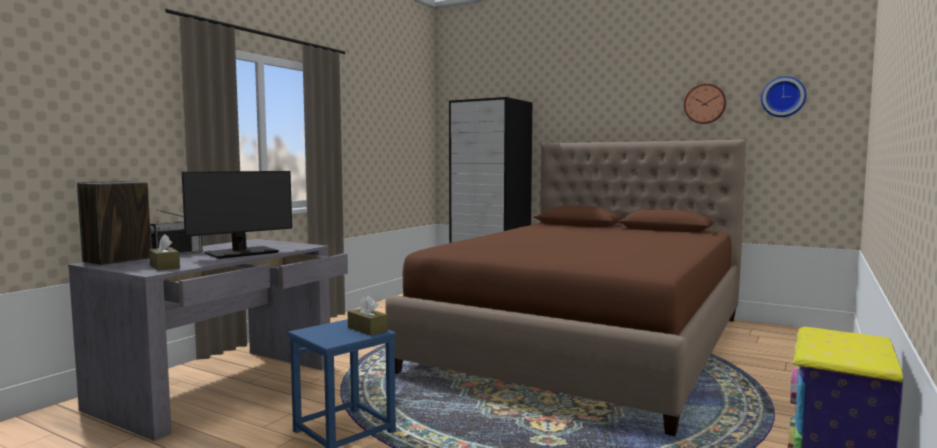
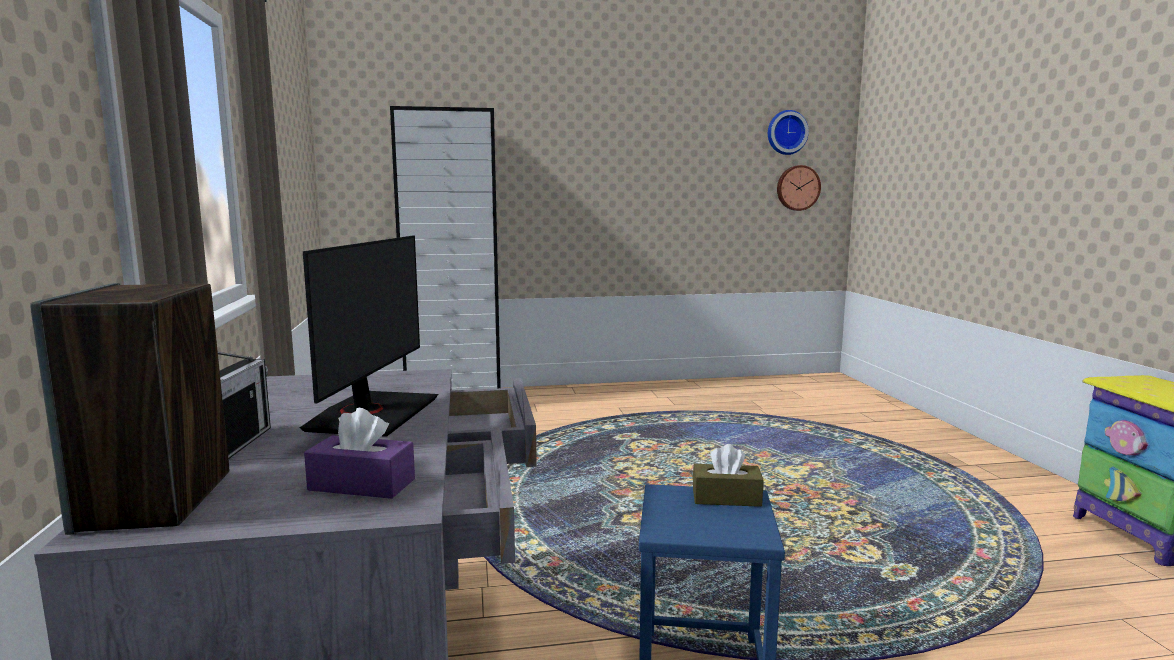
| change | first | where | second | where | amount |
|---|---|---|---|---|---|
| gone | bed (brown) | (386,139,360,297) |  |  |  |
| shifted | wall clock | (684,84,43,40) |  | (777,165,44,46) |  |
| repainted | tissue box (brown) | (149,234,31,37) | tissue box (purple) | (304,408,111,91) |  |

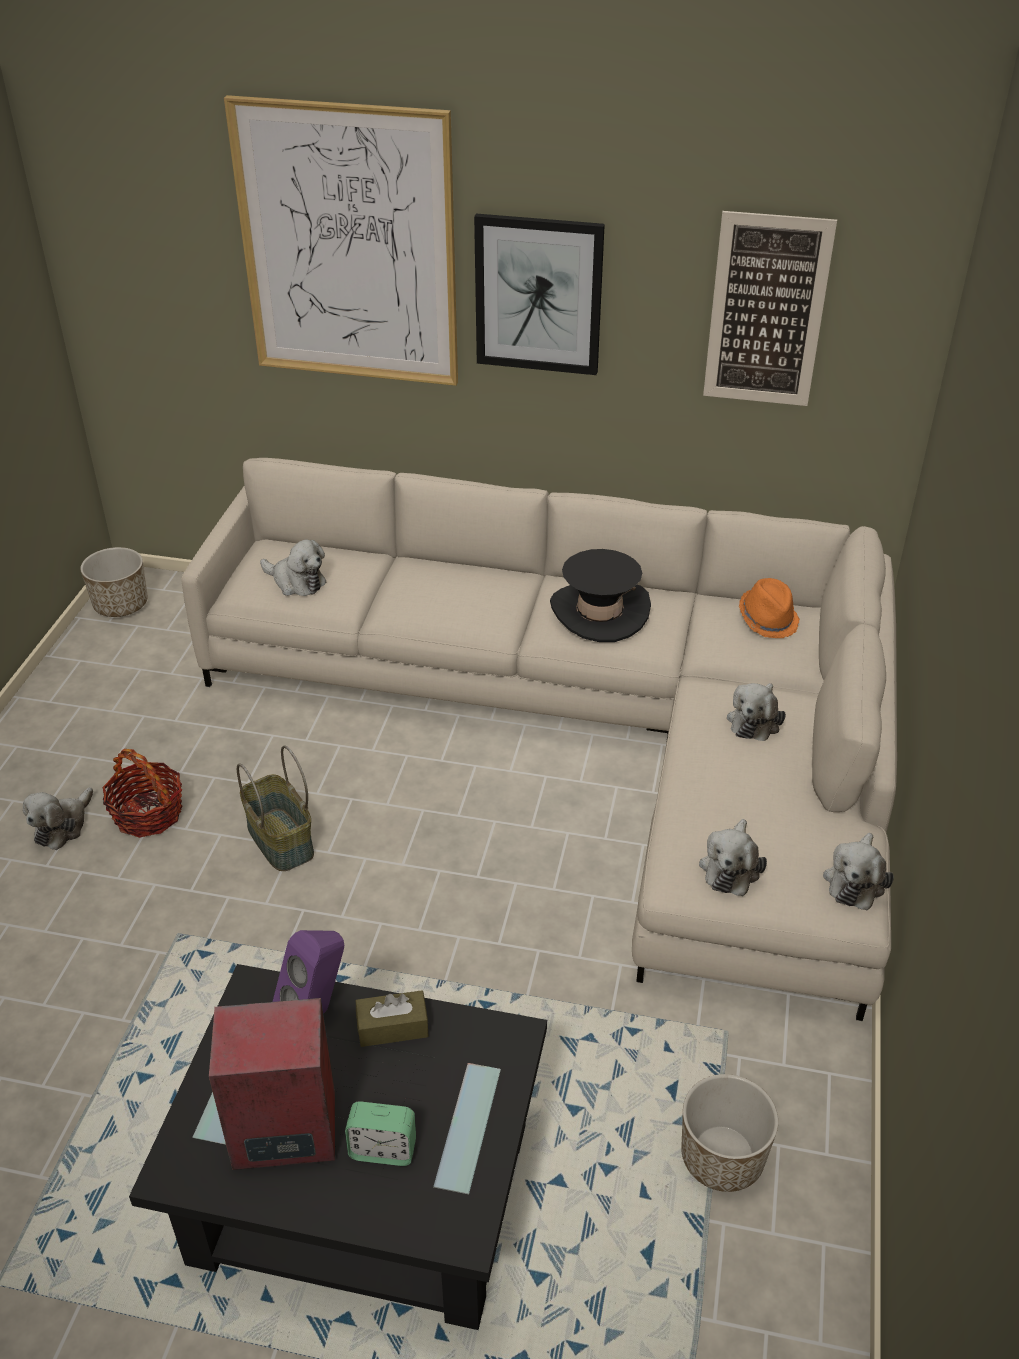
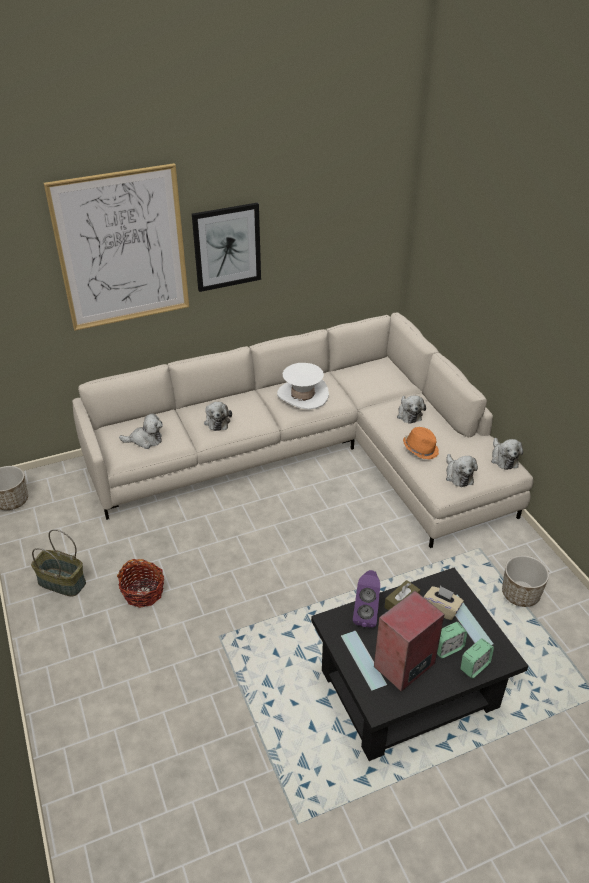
| change | first | where | second | where | amount |
|---|---|---|---|---|---|
| gone | picture | (703,211,134,195) |  |  |  |
| new |  |  | tissue box (beige) | (424,586,40,34) |  |
| new |  |  | alarm clock | (460,638,34,41) |  |
| shifted | plush toy | (23,787,70,63) |  | (204,402,28,29) |  |
| shifted | basket | (237,745,77,126) |  | (31,529,55,67) |  |
| shifted | hat (orange) | (739,578,61,60) |  | (403,427,36,33) |  |
| repainted | hat (black) | (550,549,101,93) | hat (white) | (277,363,52,47) |  |

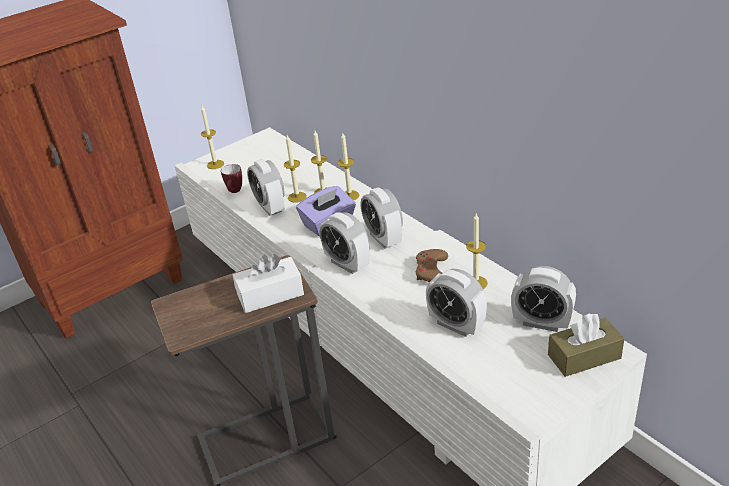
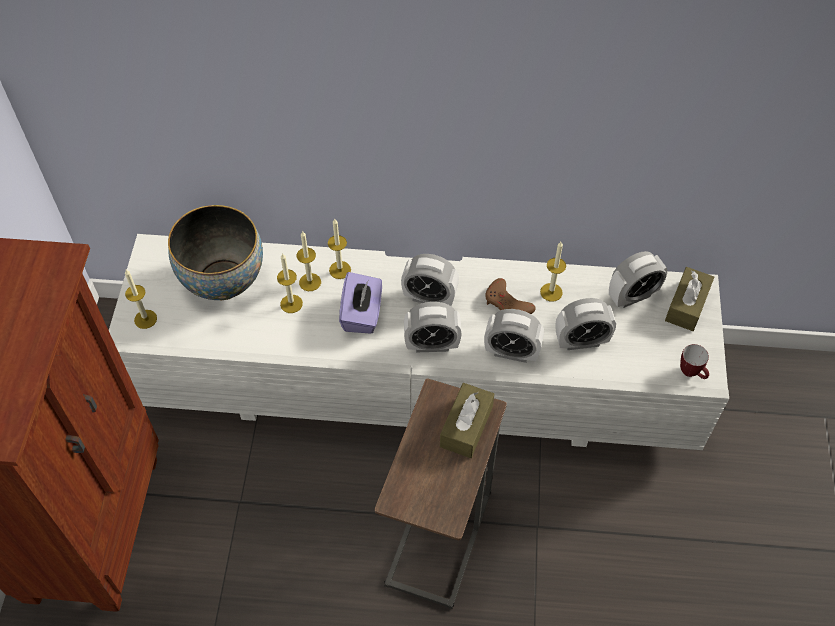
| change | first | where | second | where | amount |
|---|---|---|---|---|---|
| new |  |  | bowl | (168,205,95,95) |  |
| shifted | mug | (221,164,21,29) |  | (680,344,29,35) |  |
| shifted | alarm clock | (247,159,38,57) |  | (484,309,60,54) |  |
| repainted | tissue box (white) | (233,254,71,59) | tissue box (brown) | (440,383,54,75) |  |

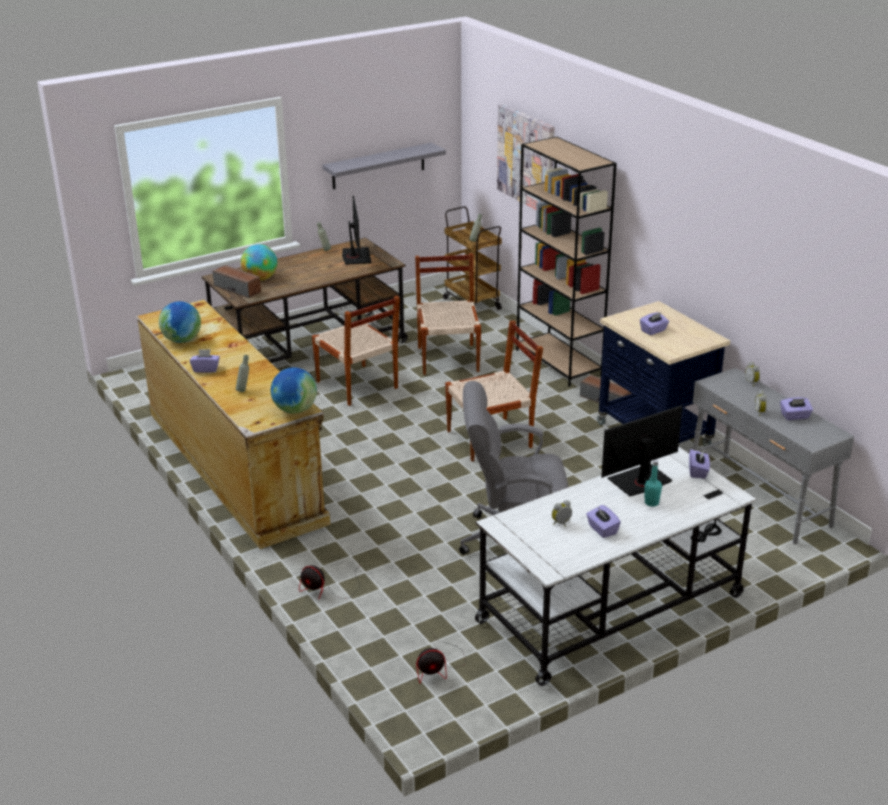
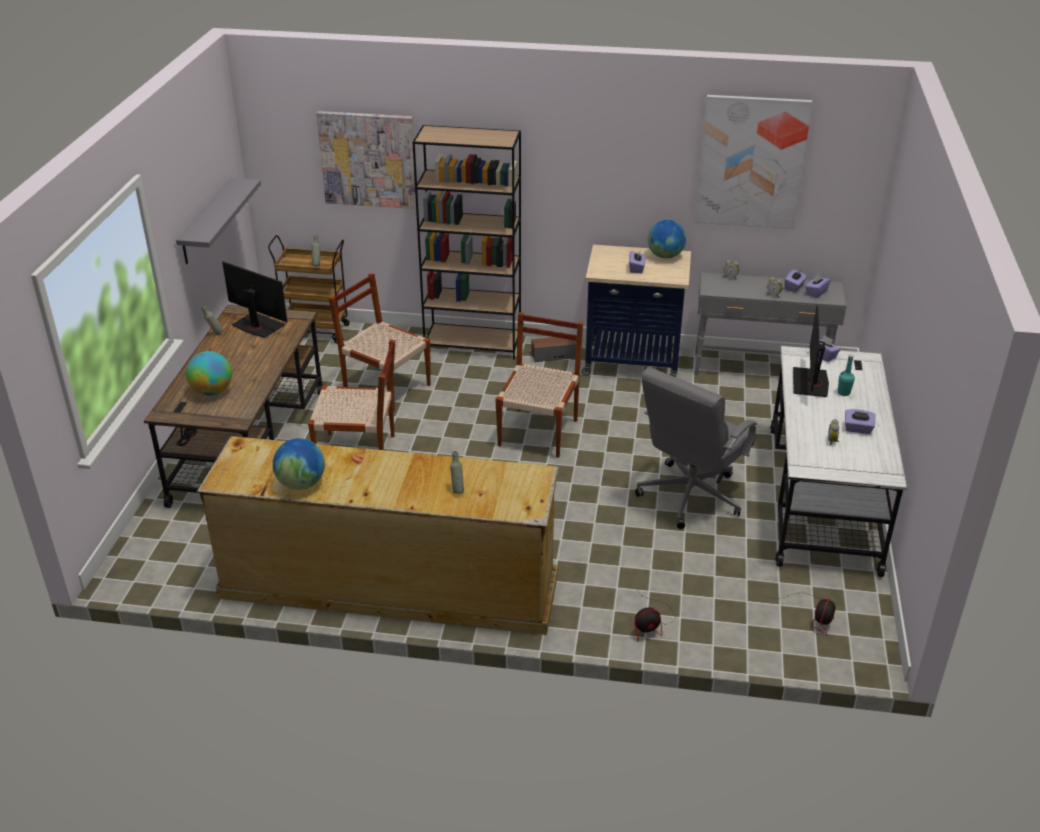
| change | first | where | second | where | amount |
|---|---|---|---|---|---|
| gone | speaker | (213,265,48,33) |  |  |  |
| new |  |  | picture | (695,95,117,134) |  |
| shifted | tissue box (purple) | (190,349,30,23) |  | (805,273,26,25) |  |
| shifted | globe | (271,367,46,46) |  | (648,220,38,39) |  |

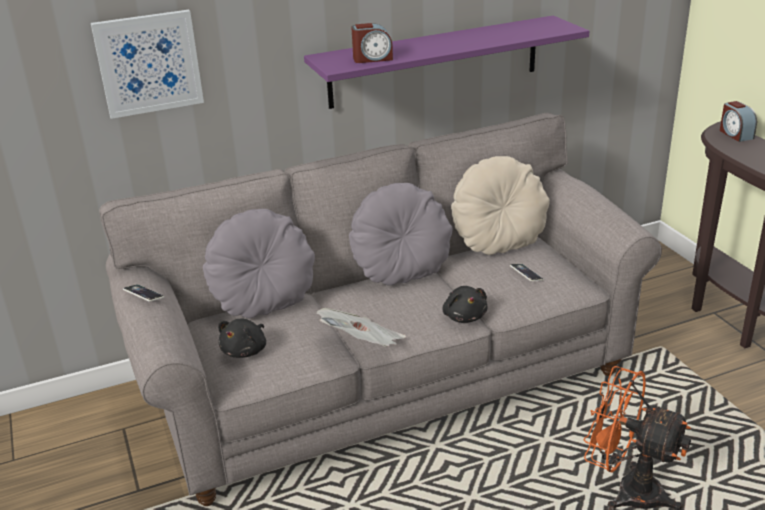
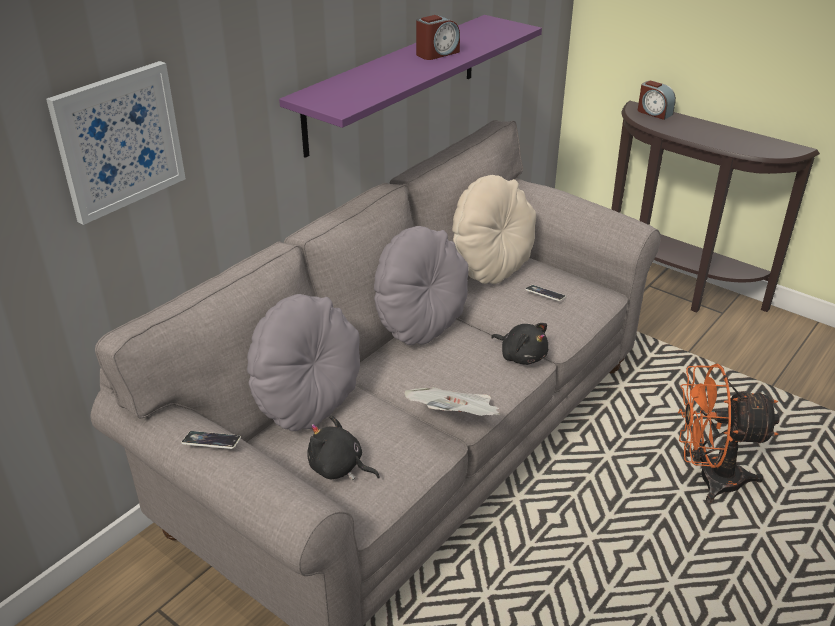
| change | first | where | second | where | amount |
|---|---|---|---|---|---|
| shifted | alarm clock | (351,23,42,40) |  | (416,15,44,45) |  |
| rotated | plush toy (black) | (218,319,48,39) |  | (307,415,73,65) | 120 degrees clockwise |

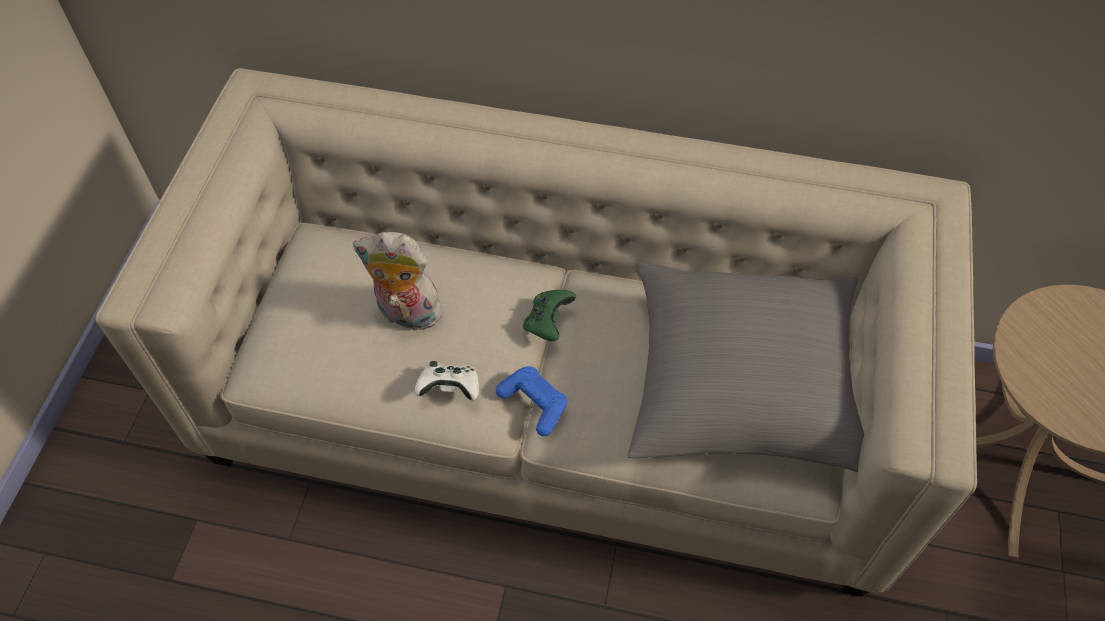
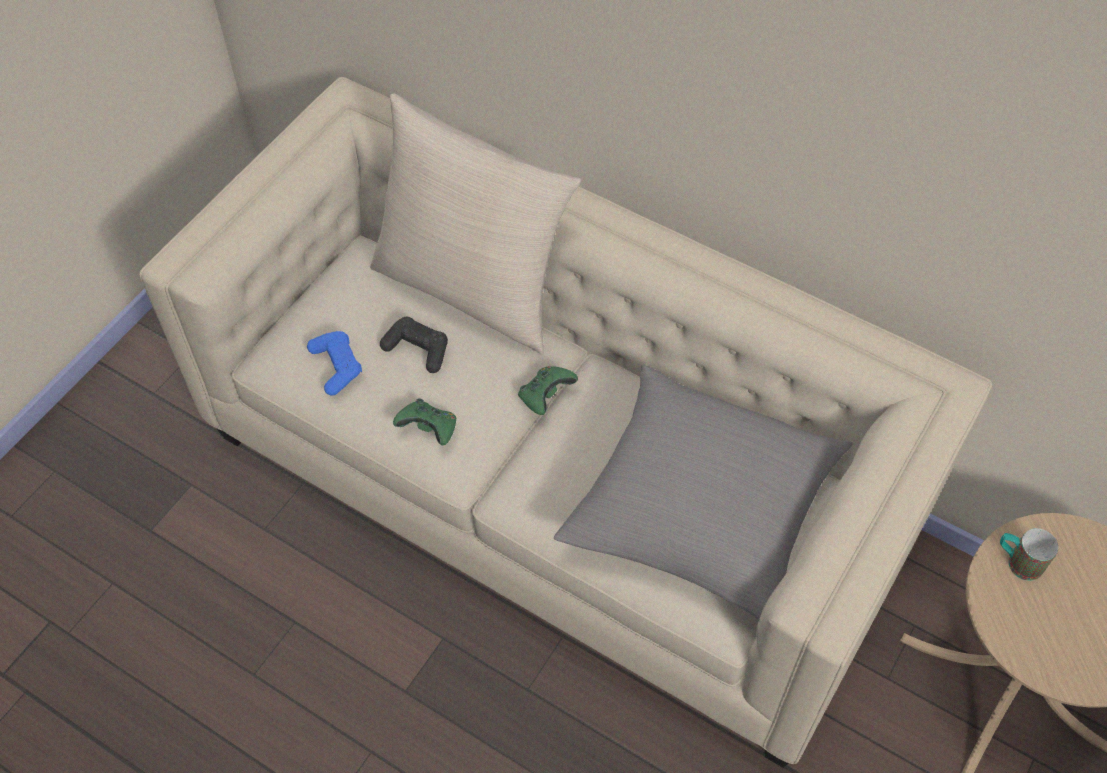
| change | first | where | second | where | amount |
|---|---|---|---|---|---|
| new |  |  | pillow (beige) | (370,93,211,262) |  |
| new |  |  | mug | (1000,528,58,53) |  |
| shifted | game controller (blue) | (496,366,71,70) |  | (307,331,55,64) |  |
| swapped | plush toy | (353,232,93,98) | game controller (black) | (380,317,68,56) |  |
| repainted | game controller (white) | (415,361,64,39) | game controller (green) | (393,398,63,47) |  |

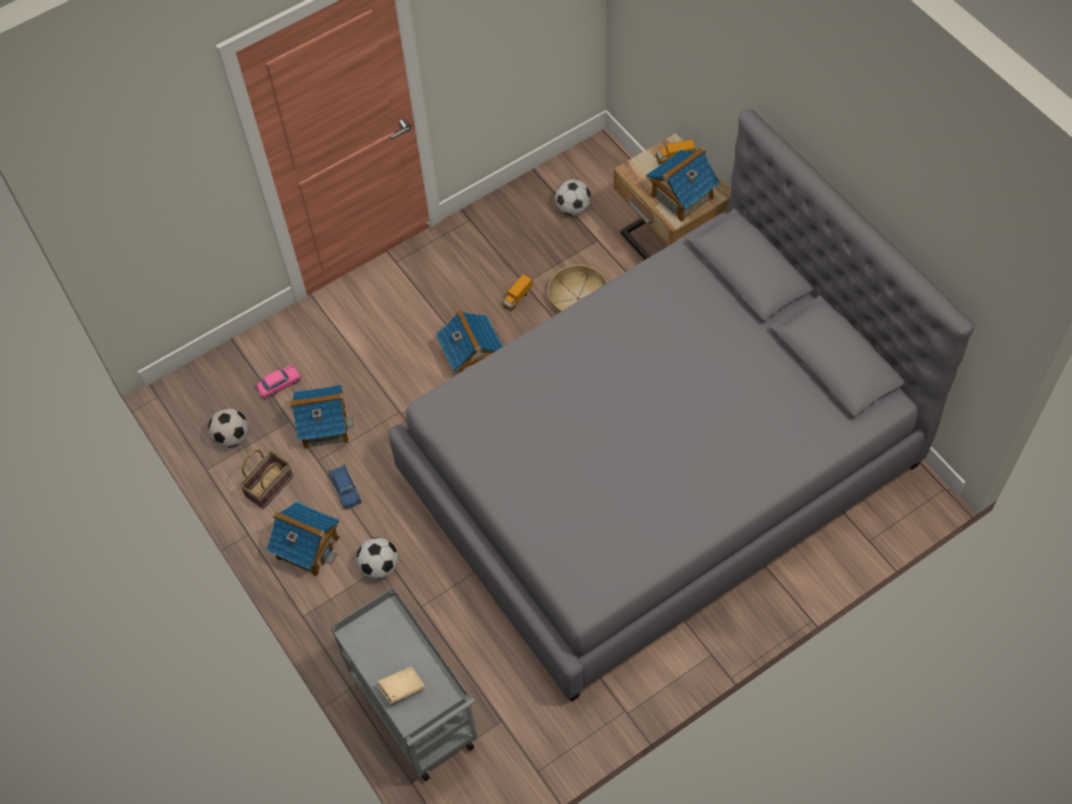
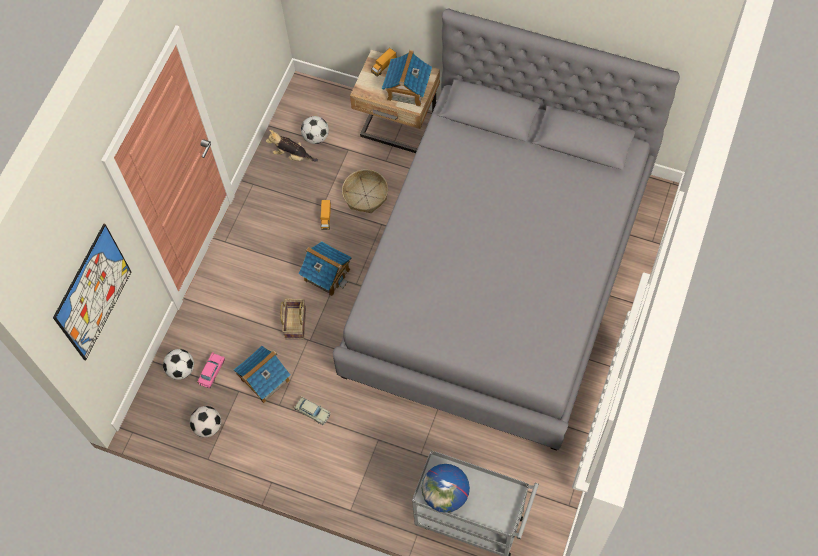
| change | first | where | second | where | amount |
|---|---|---|---|---|---|
| gone | toy house | (266,502,74,75) |  |  |  |
| gone | book (beige) | (378,667,47,37) |  |  |  |
| new |  |  | picture | (53,224,78,137) |  |
| new |  |  | plush toy | (266,130,52,31) |  |
| new |  |  | globe | (422,464,48,49) |  |
| shifted | basket | (239,450,55,59) |  | (280,299,26,41) |  |
| shifted | football | (356,537,42,42) |  | (163,349,31,31) |  |
| repainted | toy car (blue) | (328,464,34,45) | toy car (beige) | (294,396,37,30) |  |

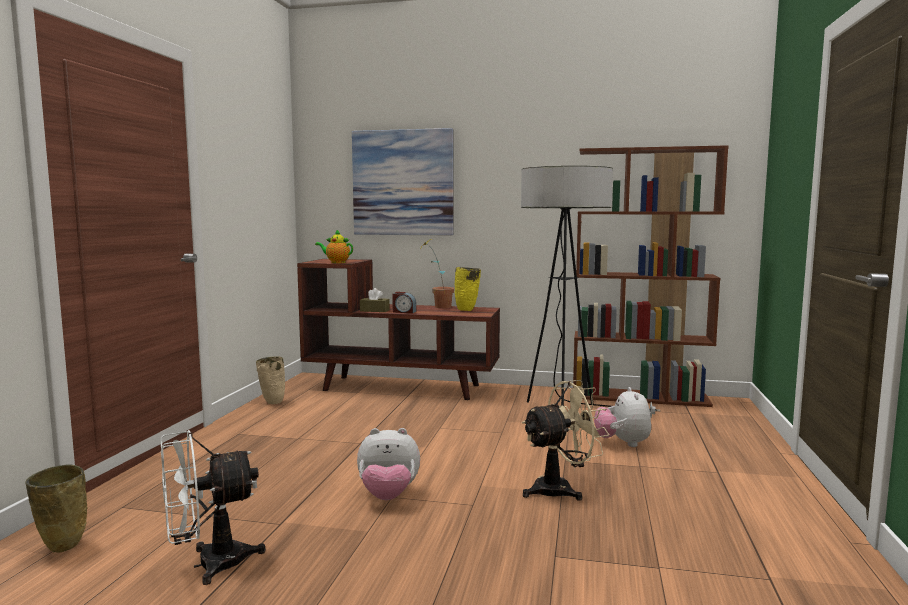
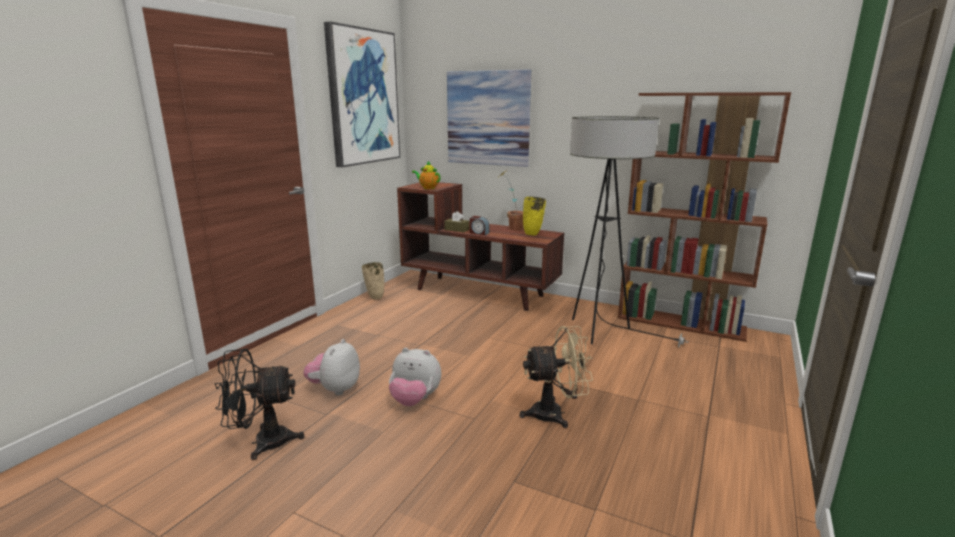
| change | first | where | second | where | amount |
|---|---|---|---|---|---|
| gone | vase (beige) | (25,464,63,89) |  |  |  |
| new |  |  | picture | (324,22,76,145) |  |
| shifted | plush toy | (594,387,57,60) |  | (303,339,57,56) |  |
| repainted | fan (white) | (160,430,106,155) | fan (black) | (214,349,91,111) |  |

